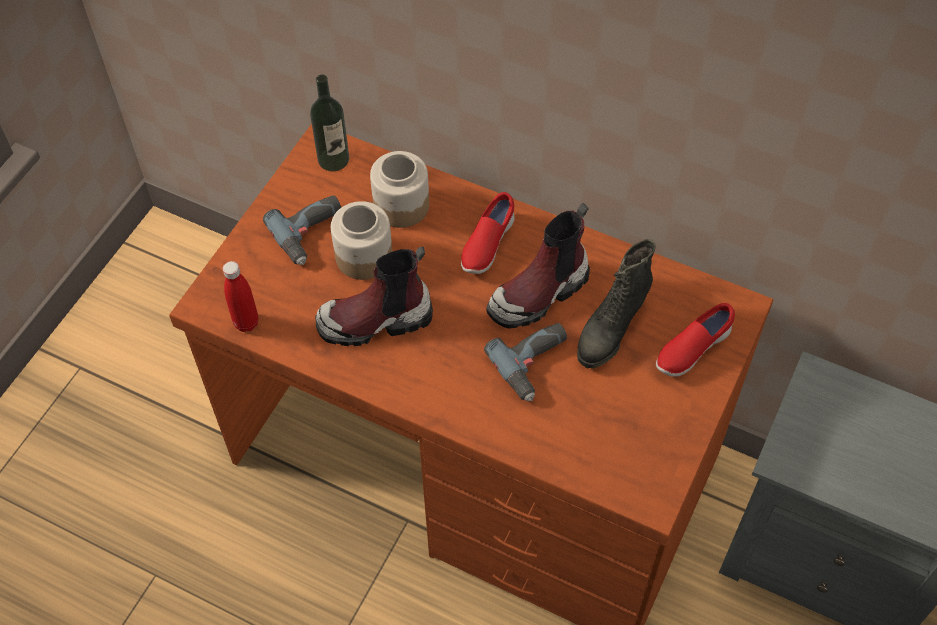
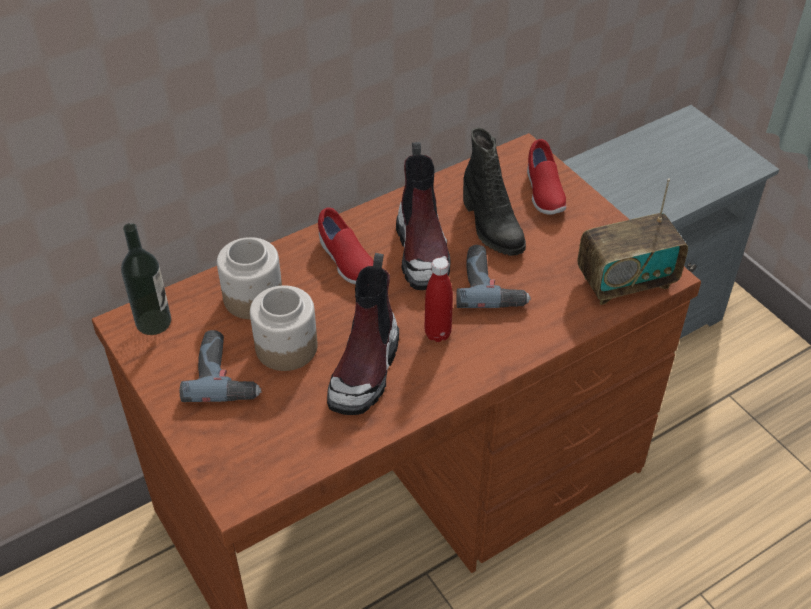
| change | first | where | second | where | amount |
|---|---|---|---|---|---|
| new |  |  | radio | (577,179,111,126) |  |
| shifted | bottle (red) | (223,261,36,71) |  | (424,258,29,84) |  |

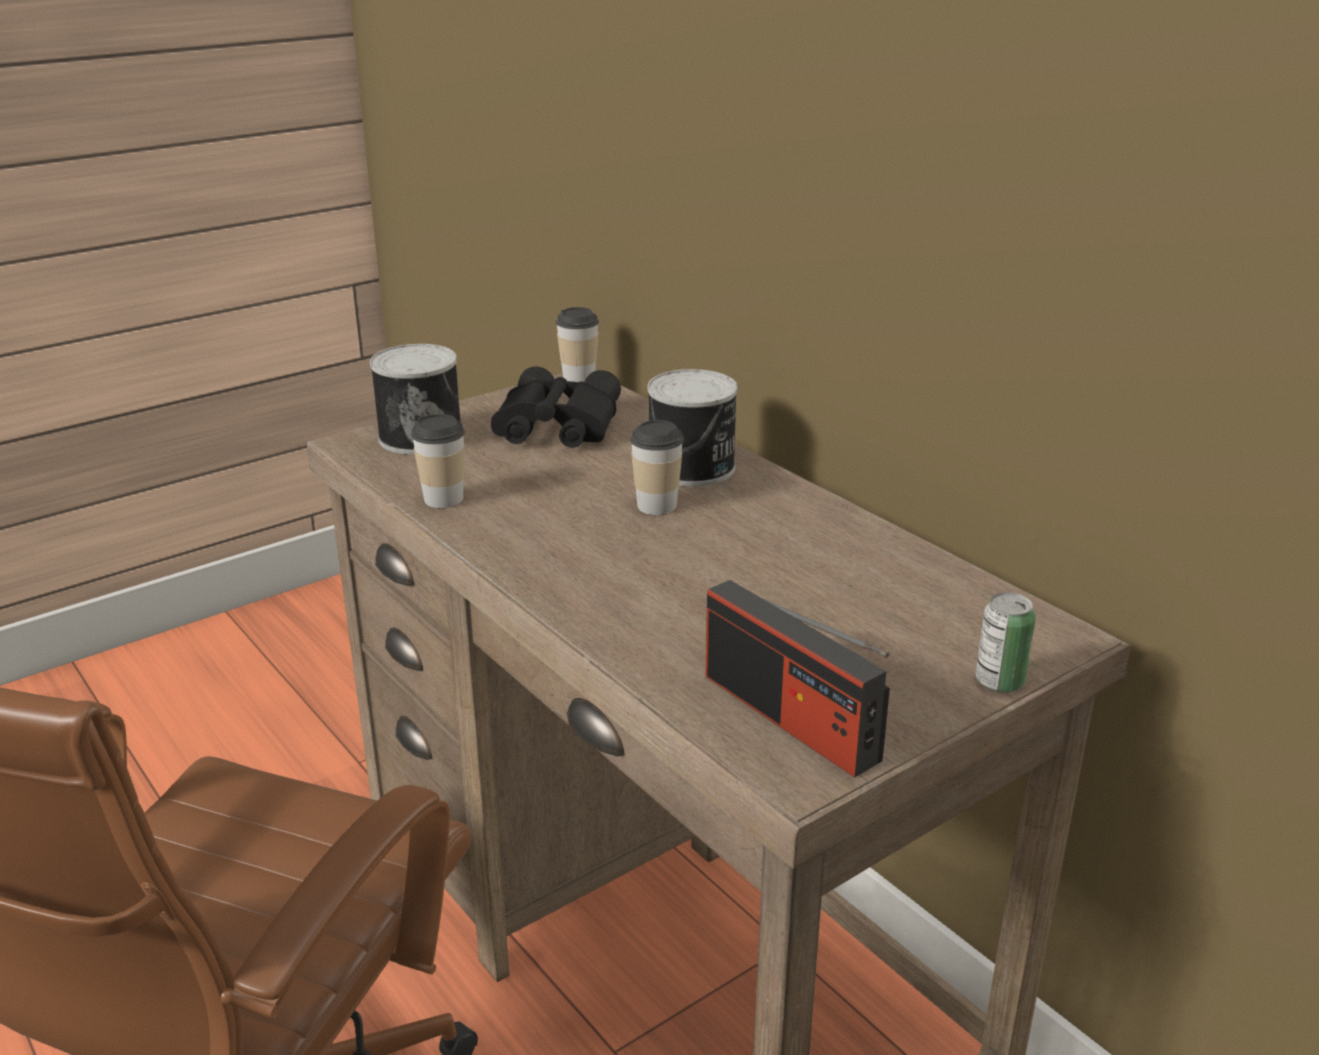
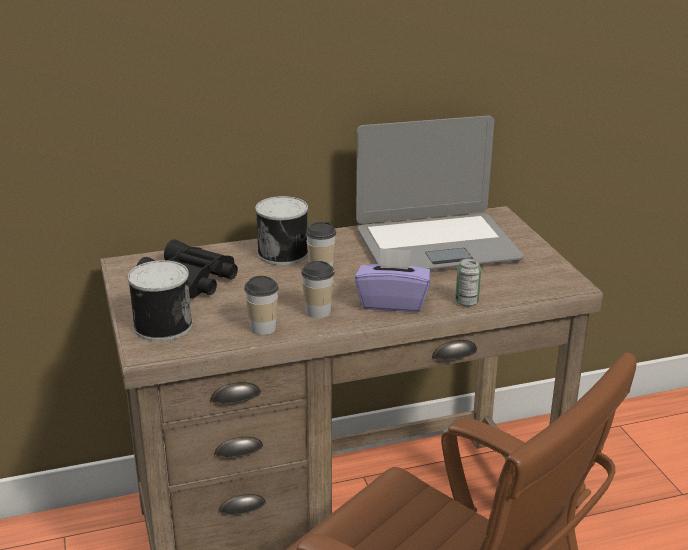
| change | first | where | second | where | amount |
|---|---|---|---|---|---|
| gone | radio | (705,580,185,198) |  |  |  |
| new |  |  | tissue box (purple) | (355,248,75,64) |  |
| new |  |  | laptop | (356,116,168,154) |  |
| shifted | cup | (556,307,43,75) |  | (301,261,33,57) |  |
| shifted | can | (975,592,61,101) |  | (455,258,26,48) |  |

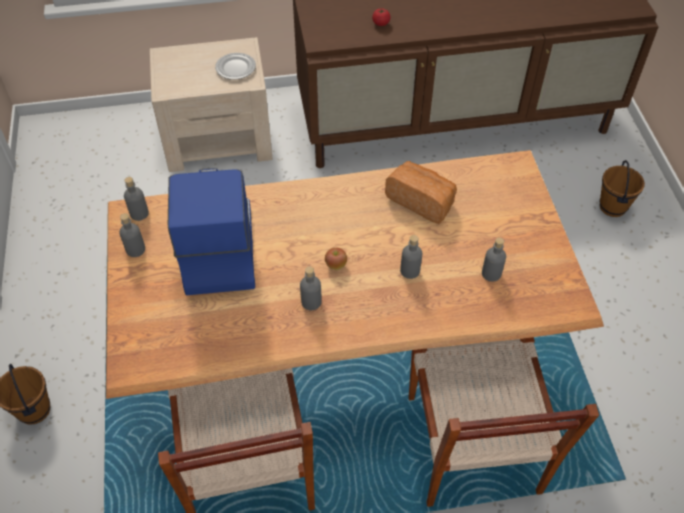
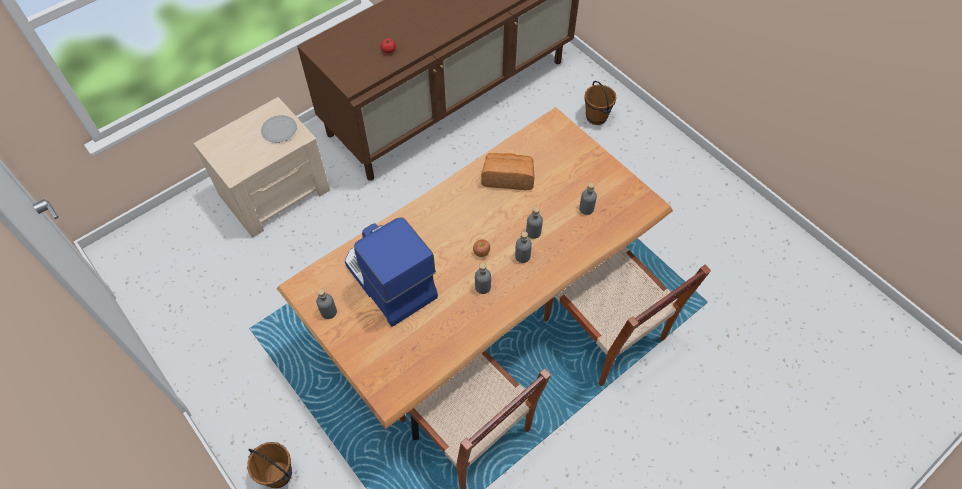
| change | first | where | second | where | amount |
|---|---|---|---|---|---|
| shifted | bottle (grey) | (124,177,25,44) |  | (515,231,17,32) |  |

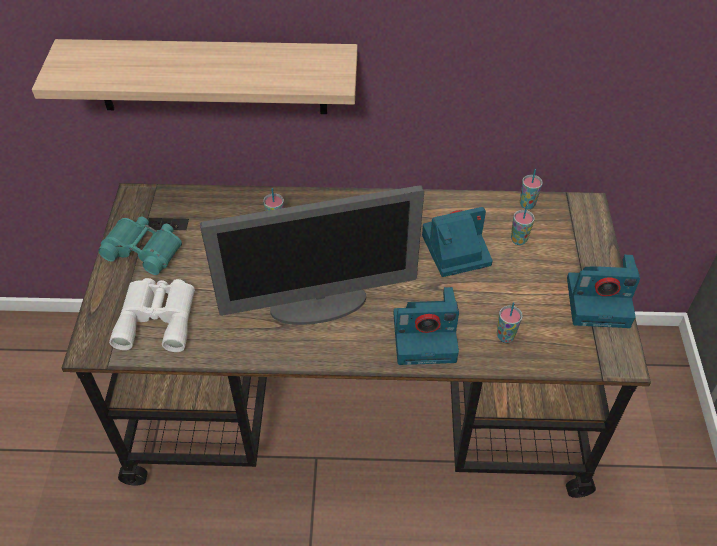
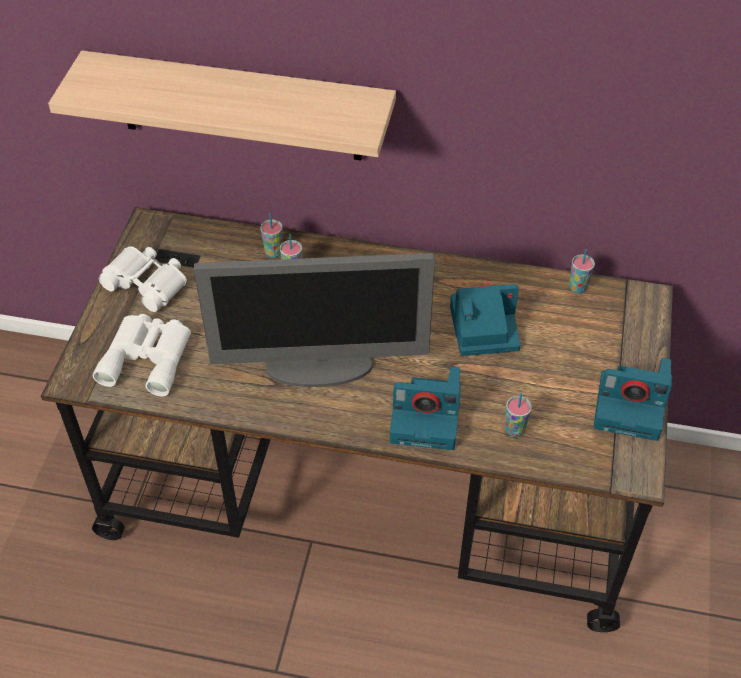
| change | first | where | second | where | amount |
|---|---|---|---|---|---|
| shifted | cup | (511,205,23,40) |  | (260,213,23,45) |  |
| repainted | binoculars (turquoise) | (98,216,84,59) | binoculars (white) | (98,246,89,66) |  |

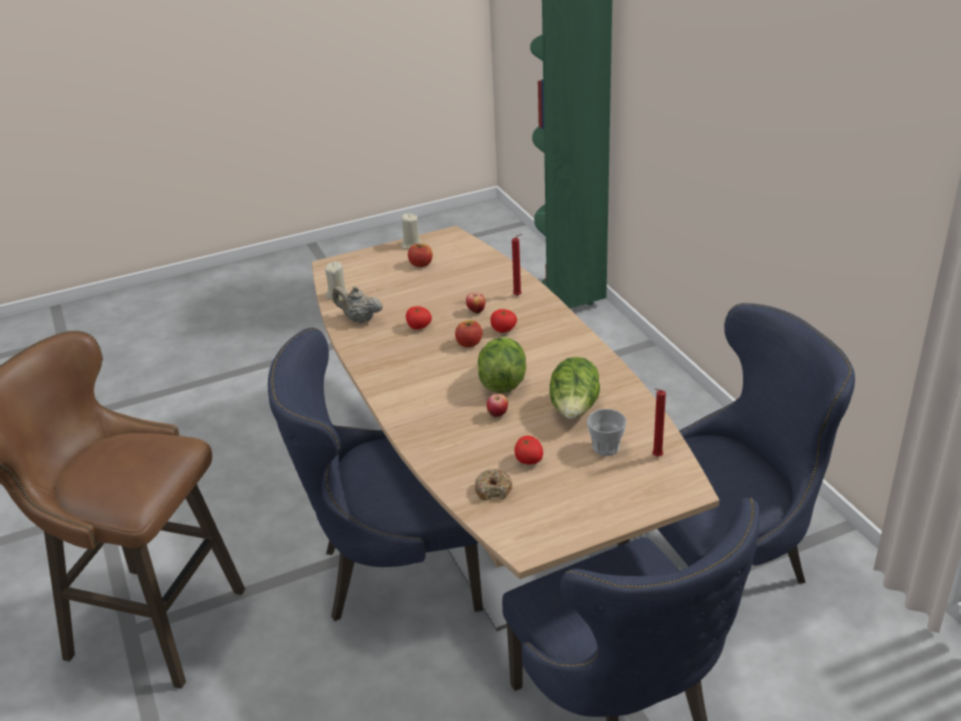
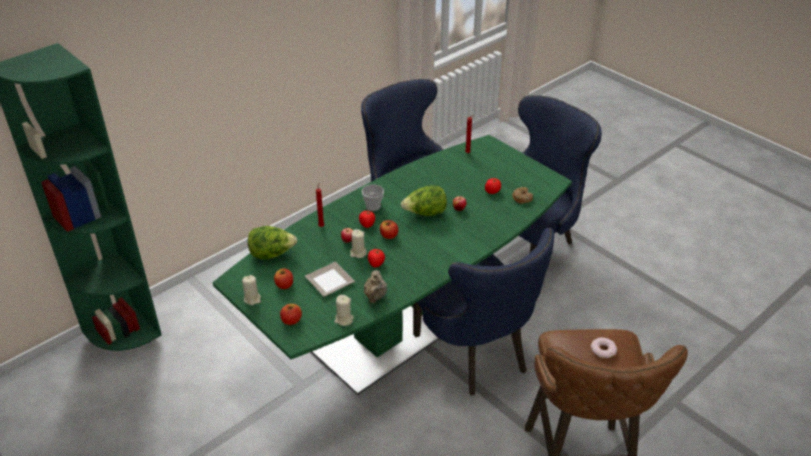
| change | first | where | second | where | amount |
|---|---|---|---|---|---|
| new |  |  | apple | (280,304,22,21) |  |
| new |  |  | plate | (305,262,50,35) |  |
| new |  |  | candle (beige) | (350,230,17,28) |  |
| new |  |  | donut | (591,337,26,21) |  |
| shifted | lettuce | (549,357,51,62) |  | (248,226,49,34) |  |
| shifted | cup | (587,409,40,47) |  | (362,184,22,27) |  |
| repainted | dining table (brown) | (312,226,407,405) | dining table (green) | (213,135,359,260) |  |

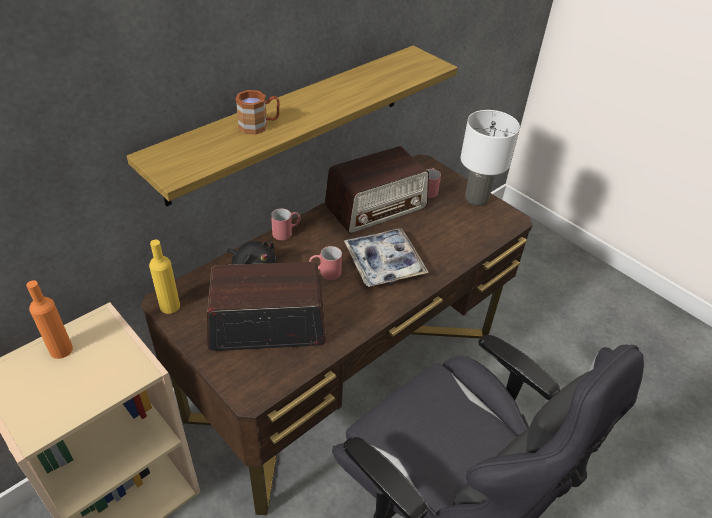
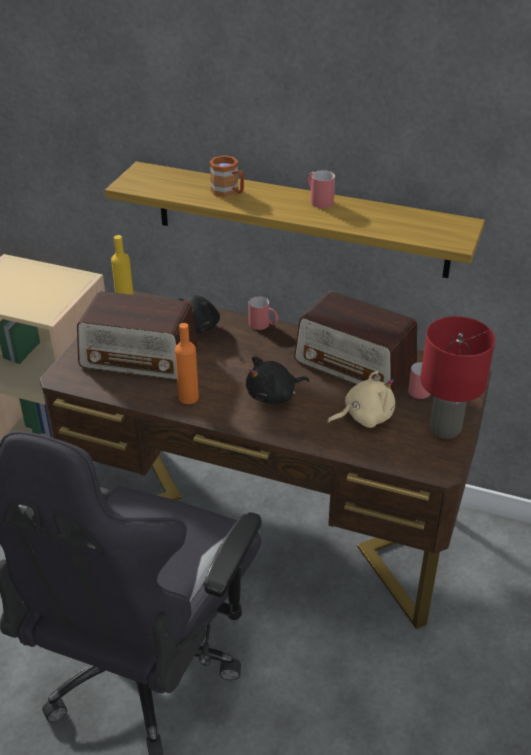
| change | first | where | second | where | amount |
|---|---|---|---|---|---|
| new |  |  | plush toy (beige) | (327,370,68,58) |  |
| shifted | bottle (orange) | (26,280,47,79) |  | (175,323,24,81) |  |
| shifted | mug (red) | (309,246,33,34) |  | (307,170,28,38) |  |
| swapped | tray | (344,228,85,59) | plush toy (black) | (246,356,63,48) |  |
| repainted | table lamp (white) | (460,110,60,96) | table lamp (red) | (420,316,75,123) |  |
| rotated | radio | (207,262,119,89) |  | (77,291,121,89) | 135 degrees clockwise |

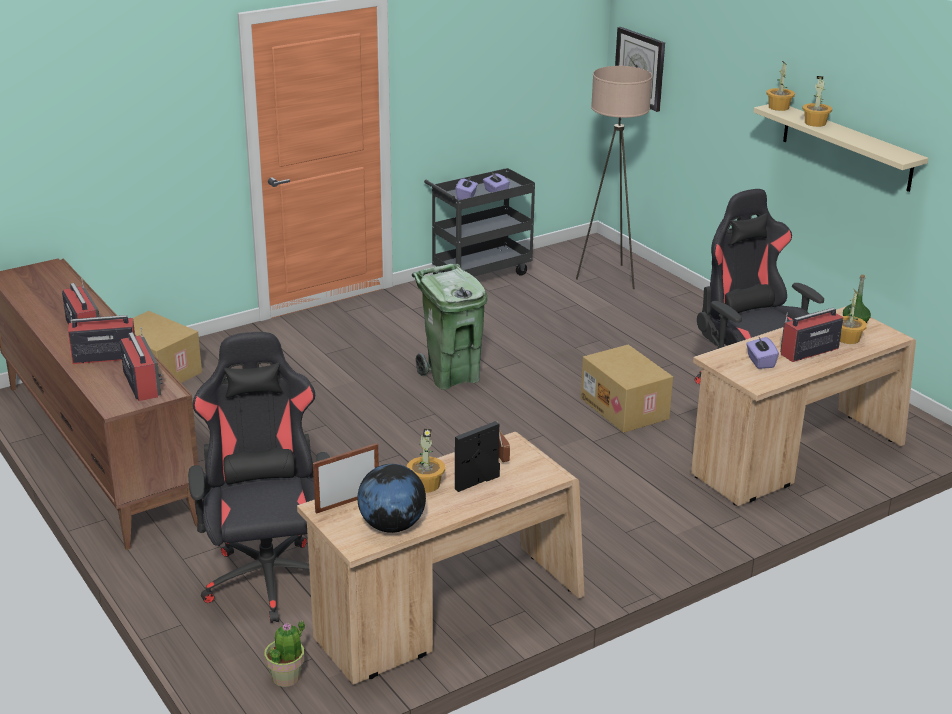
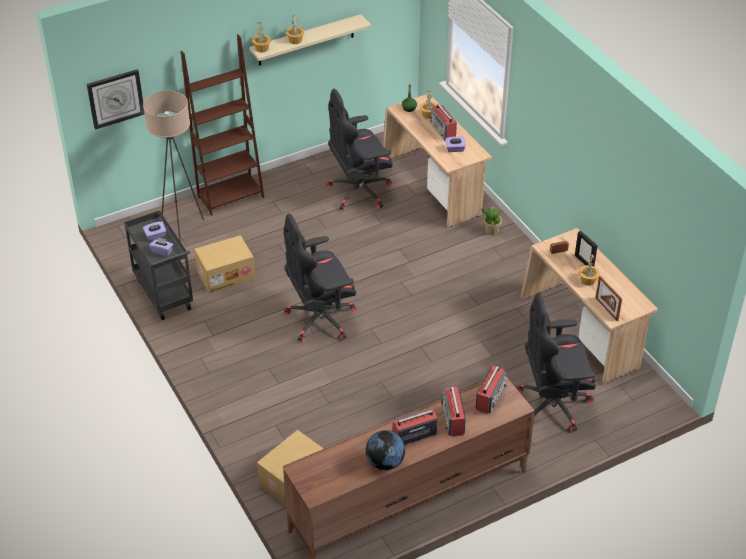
| change | first | where | second | where | amount |
|---|---|---|---|---|---|
| new |  |  | bookcase (brown) | (181,34,83,182) |  |
| shifted | potted plant | (264,620,41,67) |  | (481,206,21,29) |  |
| shifted | globe | (357,464,69,69) |  | (366,430,39,40) |  |
| shifted | cardboard box | (581,345,92,88) |  | (194,235,61,59) |  |
| swapped | trash can (green) | (412,264,75,126) | office chair (black) | (283,213,73,129) |  |
| rotated | radio | (119,327,44,74) |  | (476,366,31,48) | 135 degrees clockwise |

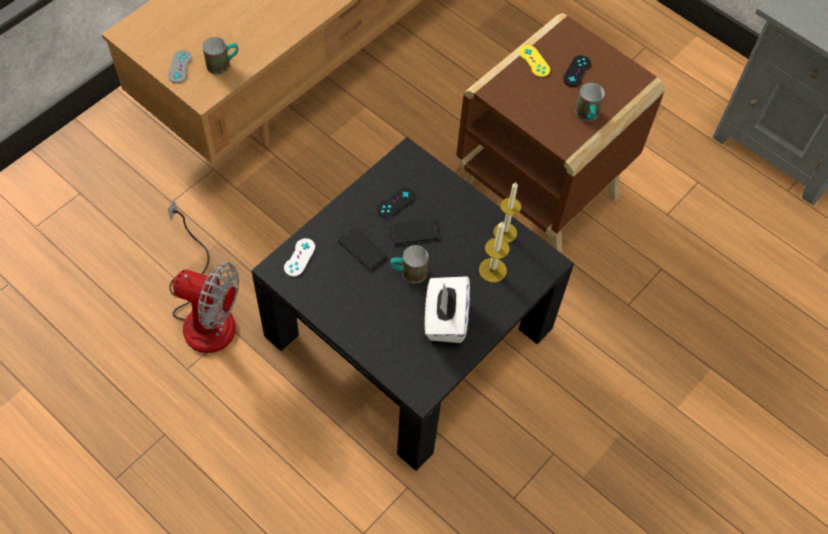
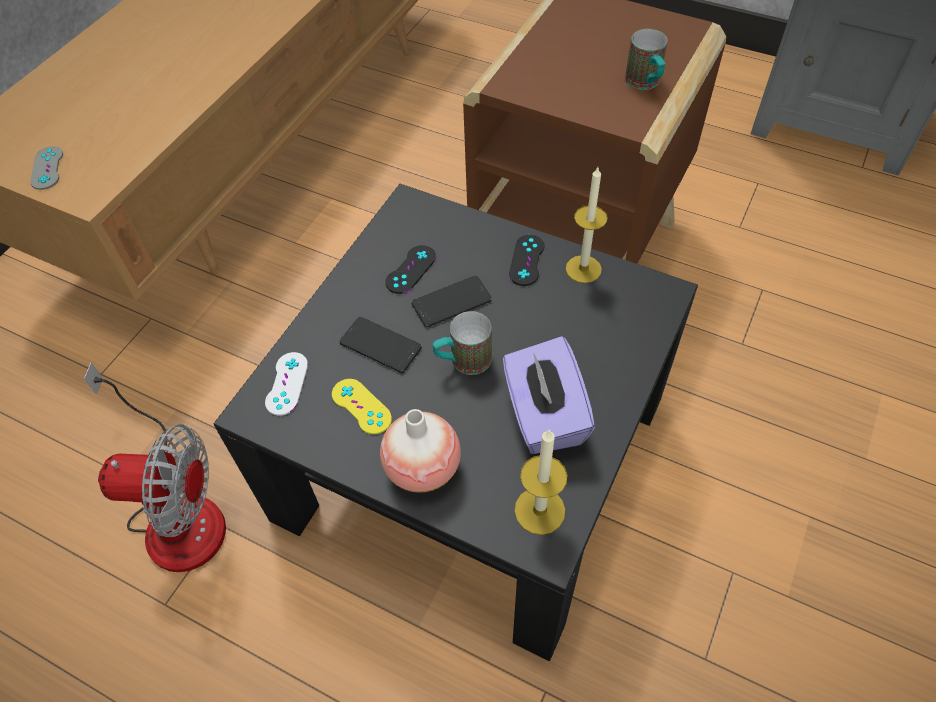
| change | first | where | second | where | amount |
|---|---|---|---|---|---|
| gone | mug | (203,37,35,38) |  |  |  |
| new |  |  | vase | (380,409,81,84) |  |
| shifted | candle | (479,221,30,62) |  | (514,429,53,106) |  |
| shifted | game controller (yellow) | (519,45,31,32) |  | (332,379,60,55) |  |
| shifted | game controller (black) | (563,55,28,32) |  | (509,235,35,51) |  |
| repainted | tissue box (white) | (425,276,45,67) | tissue box (purple) | (503,336,92,118) |  |

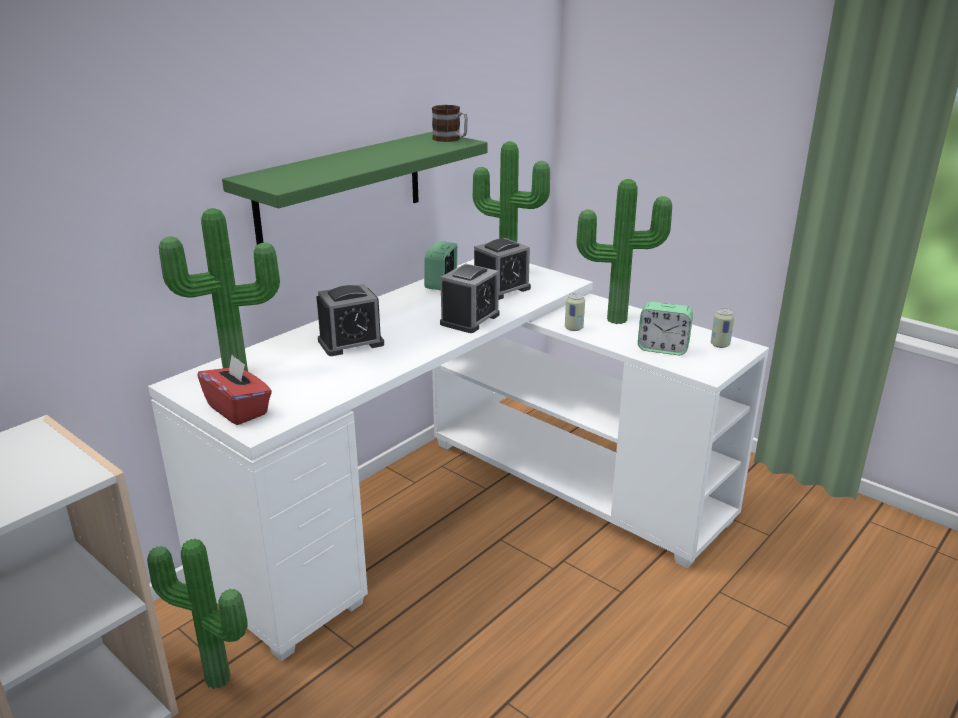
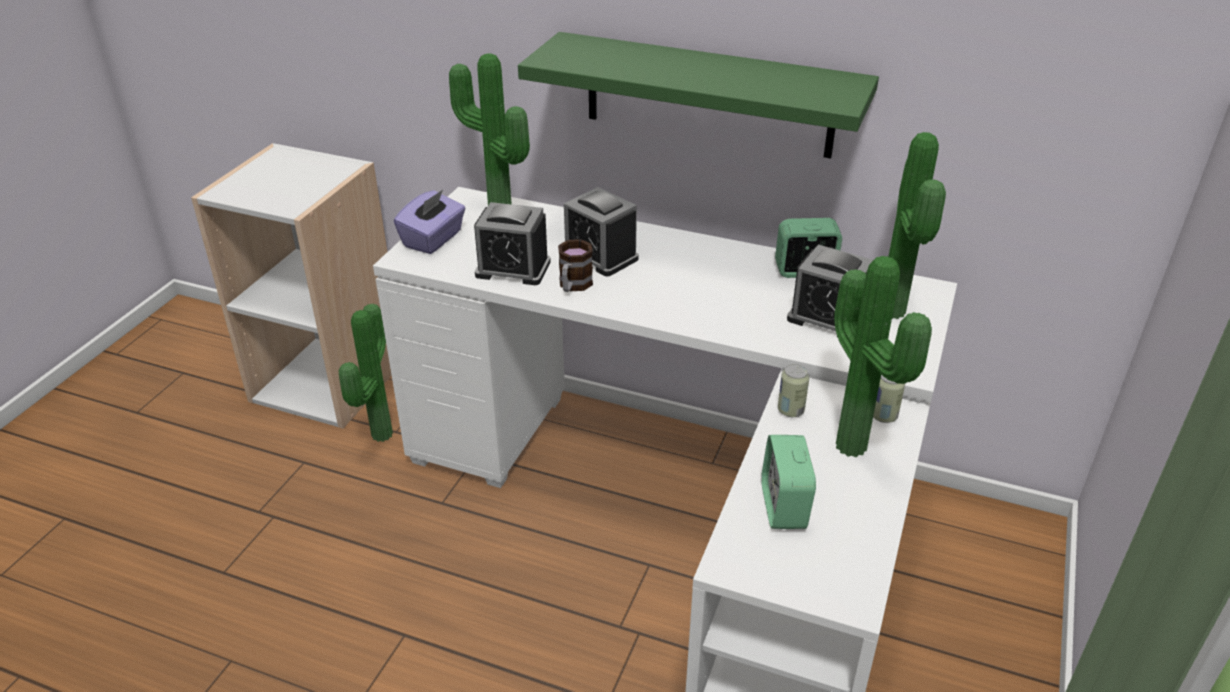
| change | first | where | second | where | amount |
|---|---|---|---|---|---|
| shifted | mug | (432,105,36,37) |  | (558,239,35,53) |  |
| shifted | alarm clock | (440,263,59,70) |  | (474,202,77,83) |  |
| shifted | can | (711,308,23,40) |  | (873,374,32,49) |  |
| repainted | tissue box (red) | (197,355,75,70) | tissue box (purple) | (394,190,72,64) |  |

